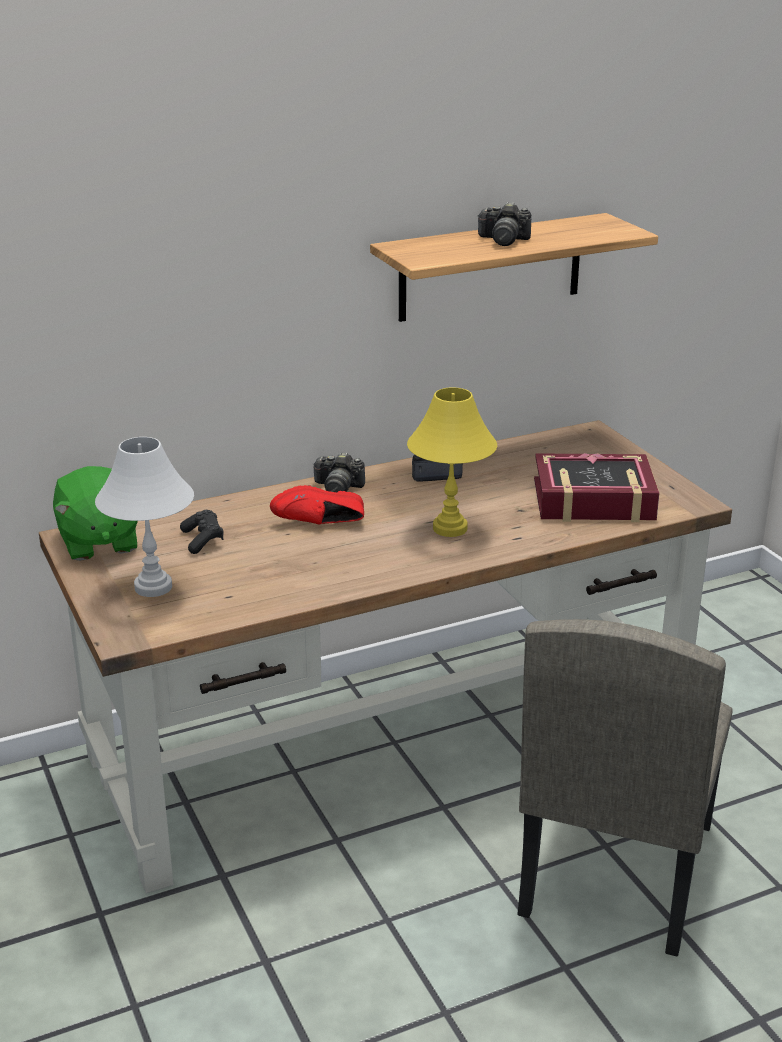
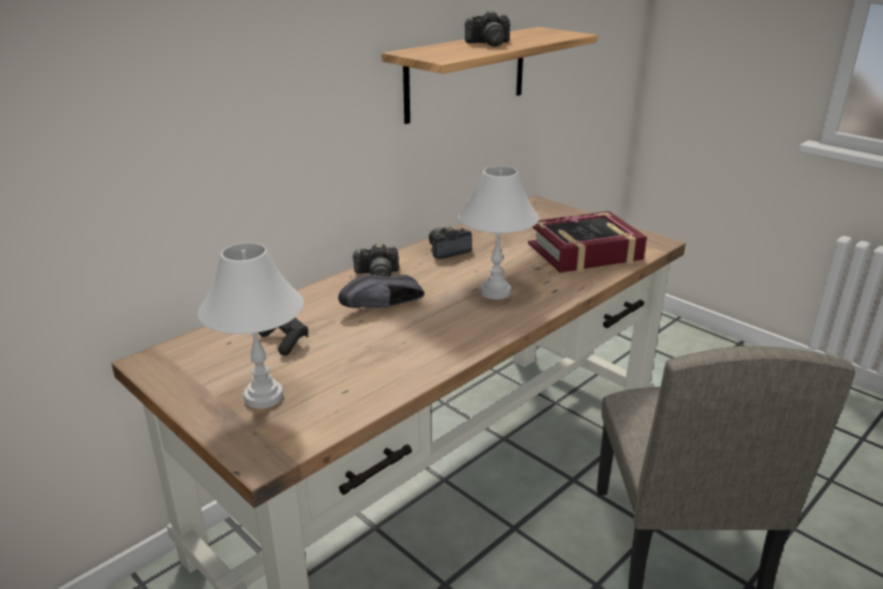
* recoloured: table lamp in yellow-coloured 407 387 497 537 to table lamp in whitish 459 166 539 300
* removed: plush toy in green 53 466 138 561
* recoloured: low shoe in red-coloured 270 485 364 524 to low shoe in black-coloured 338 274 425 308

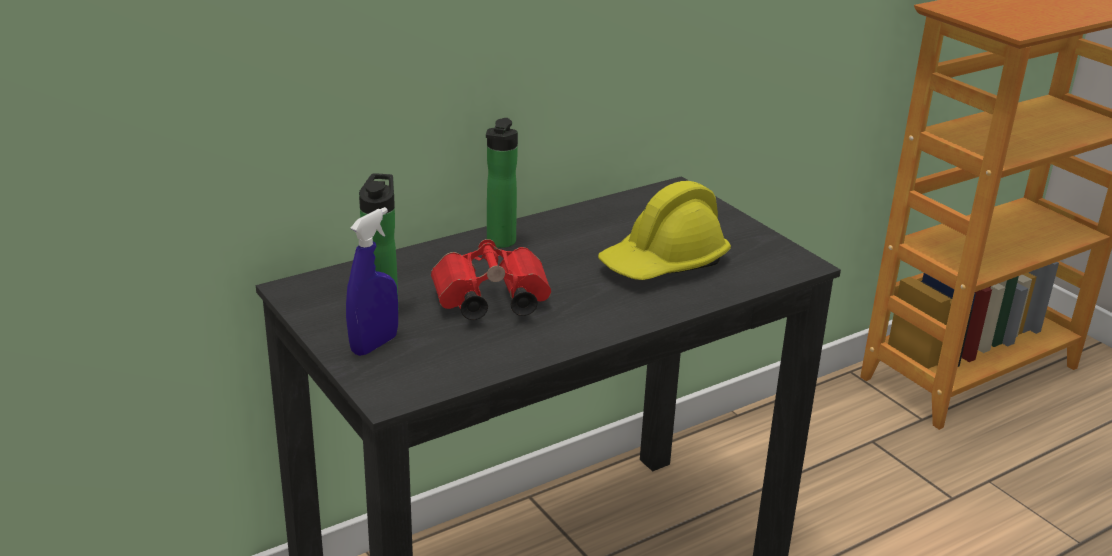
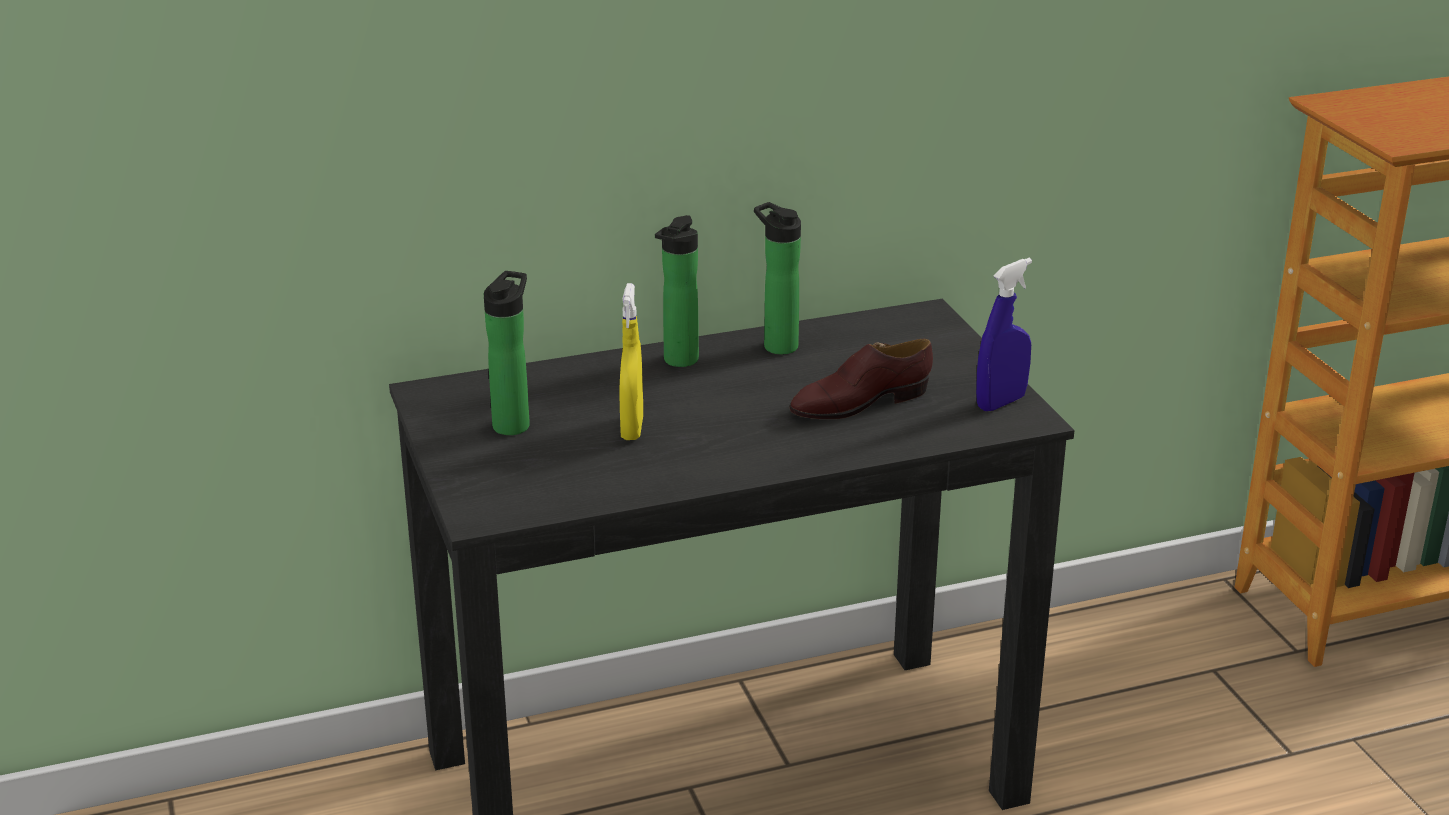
* replaced: work helmet in yellow-coloured 598 181 731 280 to low shoe in brownish 789 339 933 419
* moved: hand sprayer in blue 346 207 398 356 to 976 258 1032 411
* replaced: binoculars in red-coloured 431 239 551 320 to hand sprayer in yellow-coloured 620 283 643 440
* added: drink bottle 754 202 801 354

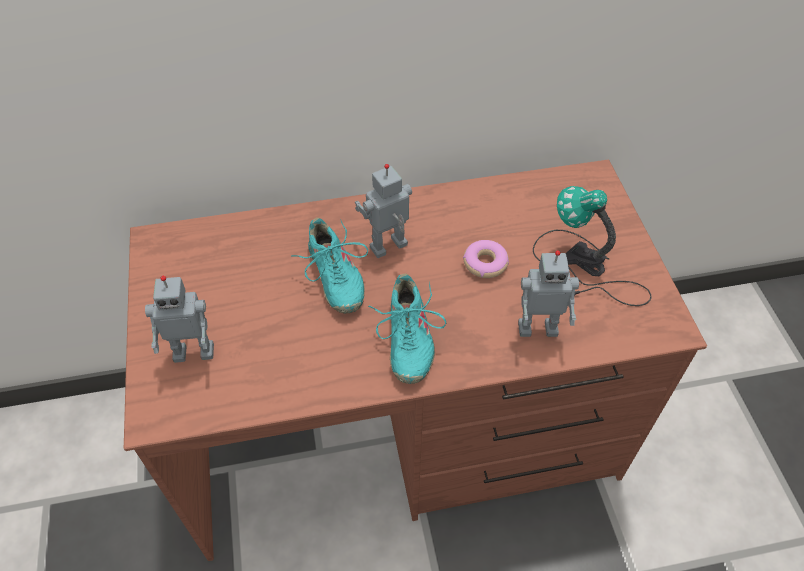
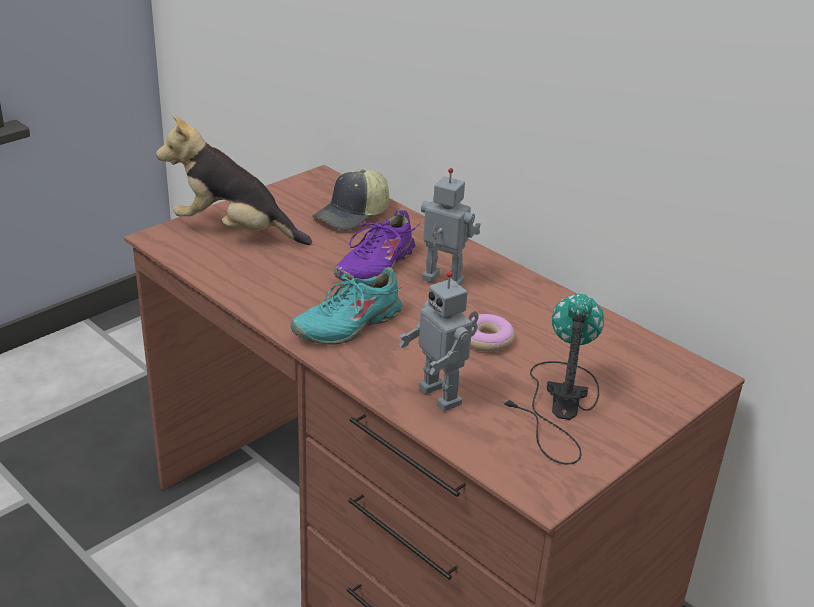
* recoloured: low shoe in turquoise 292 218 368 314 to low shoe in purple 334 208 420 281
* replaced: robot figure 145 276 214 363 to plush toy 156 114 312 245
* added: baseball cap 312 169 389 230

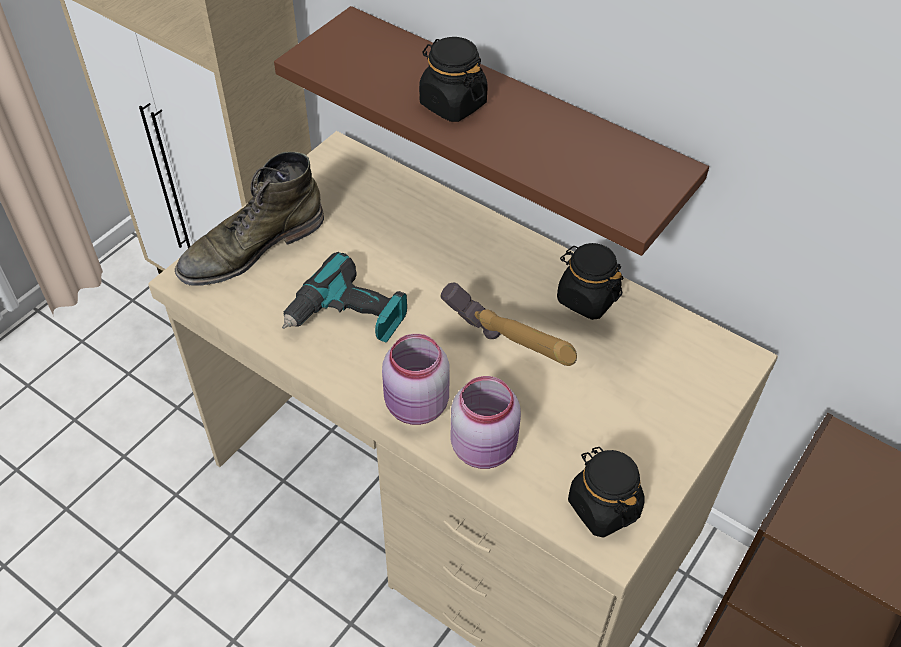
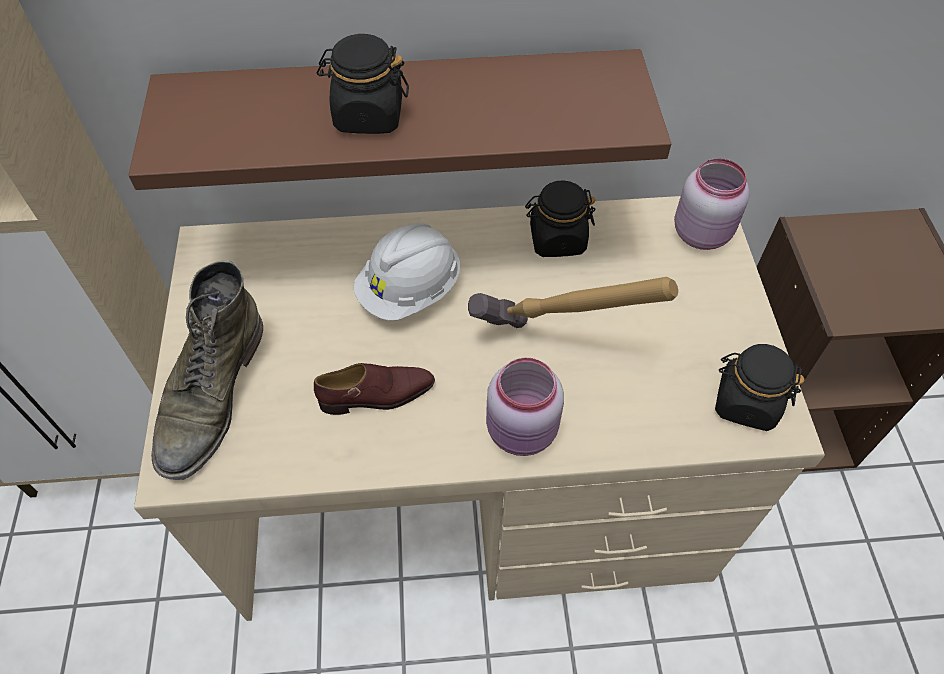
* replaced: electric drill 282 252 407 342 to low shoe in brownish 314 363 435 415
* moved: jar in pink-coloured 451 376 521 469 to 674 158 750 250
* added: work helmet in whitish 353 223 460 321

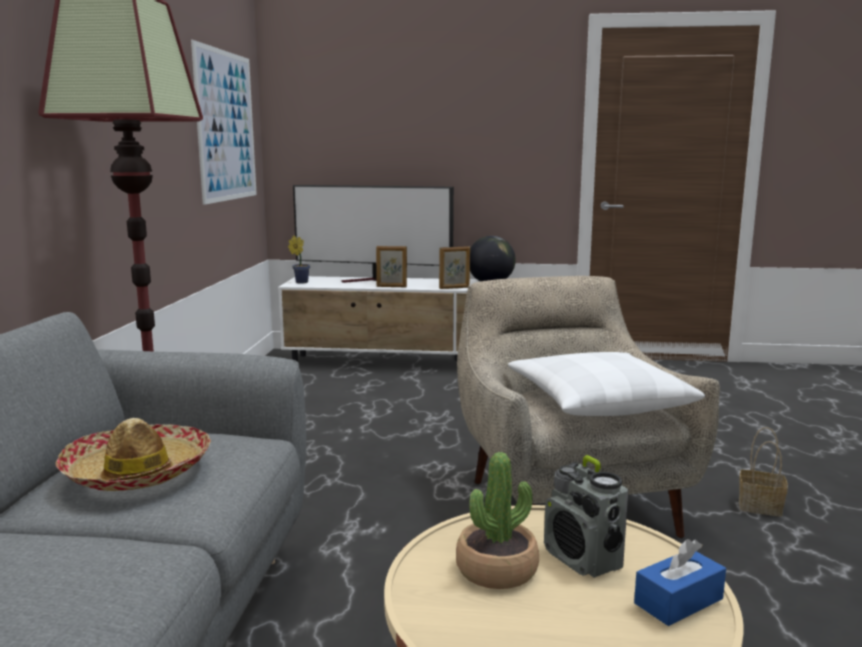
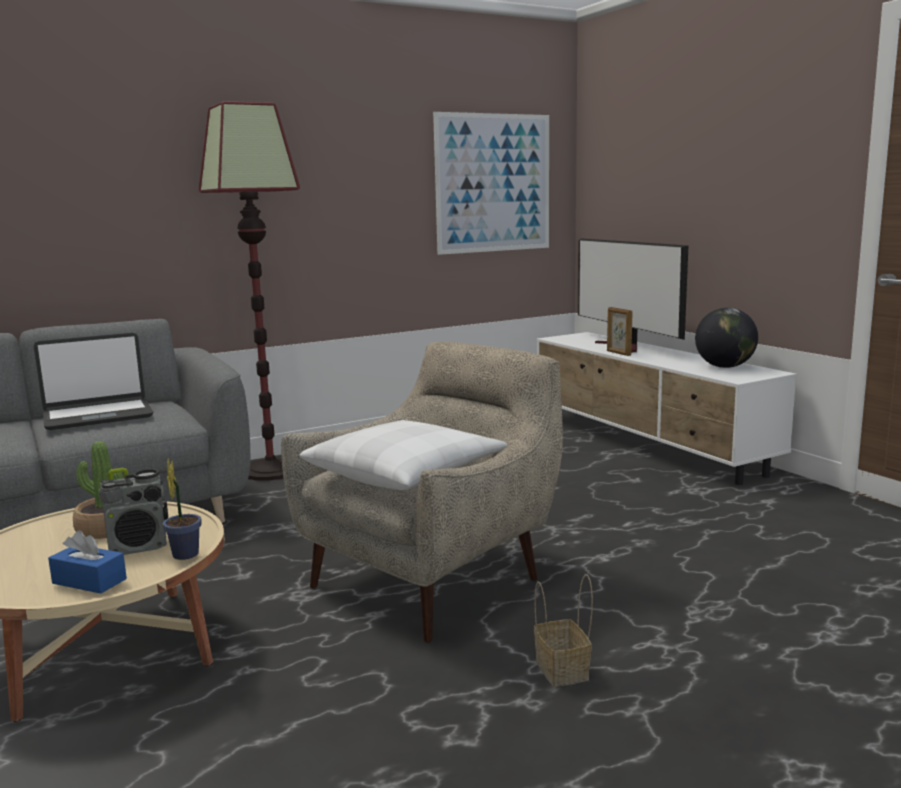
* moved: houseplant 288 235 310 284 to 163 458 202 560
* removed: standing frame 439 246 470 289
* replaced: clothing hat 55 418 211 491 to portable computer 34 333 153 430
* turned: radio receiver 544 455 628 578 = 98 468 168 555 135 degrees counterclockwise

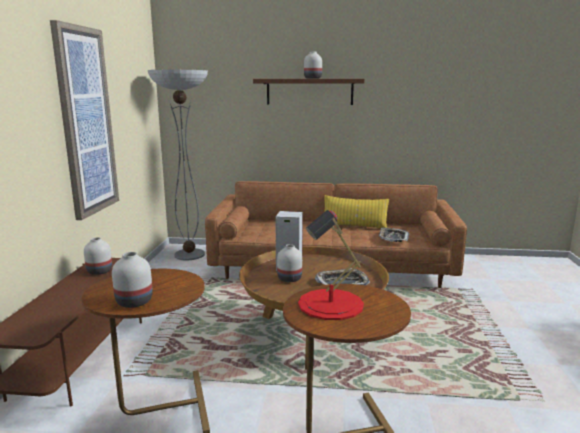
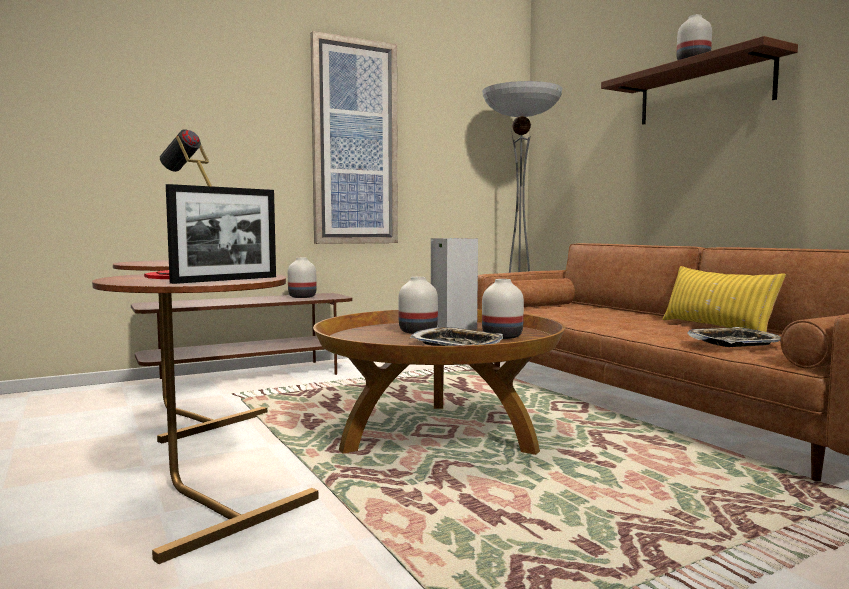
* moved: vase in whitish 112 252 153 308 to 482 279 524 339
* added: standing frame 166 184 276 284

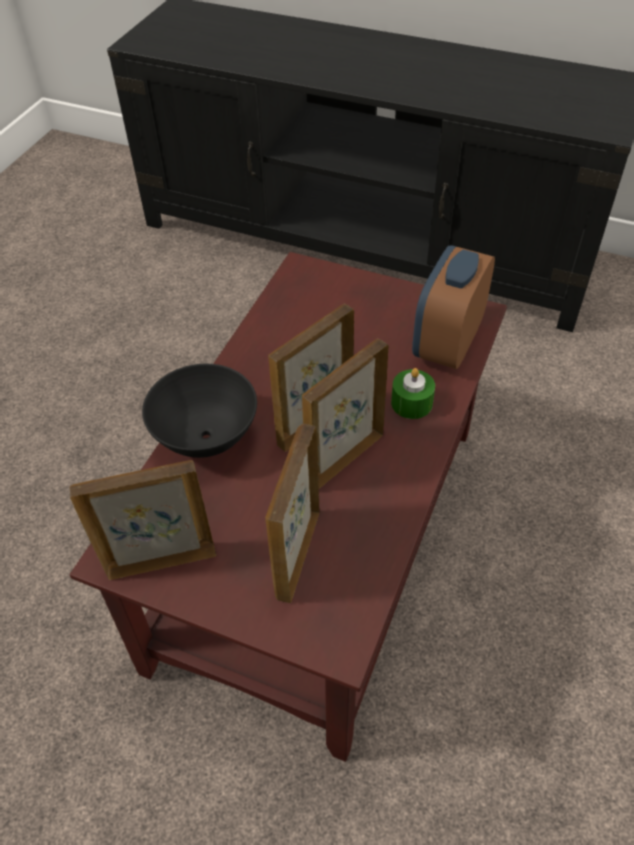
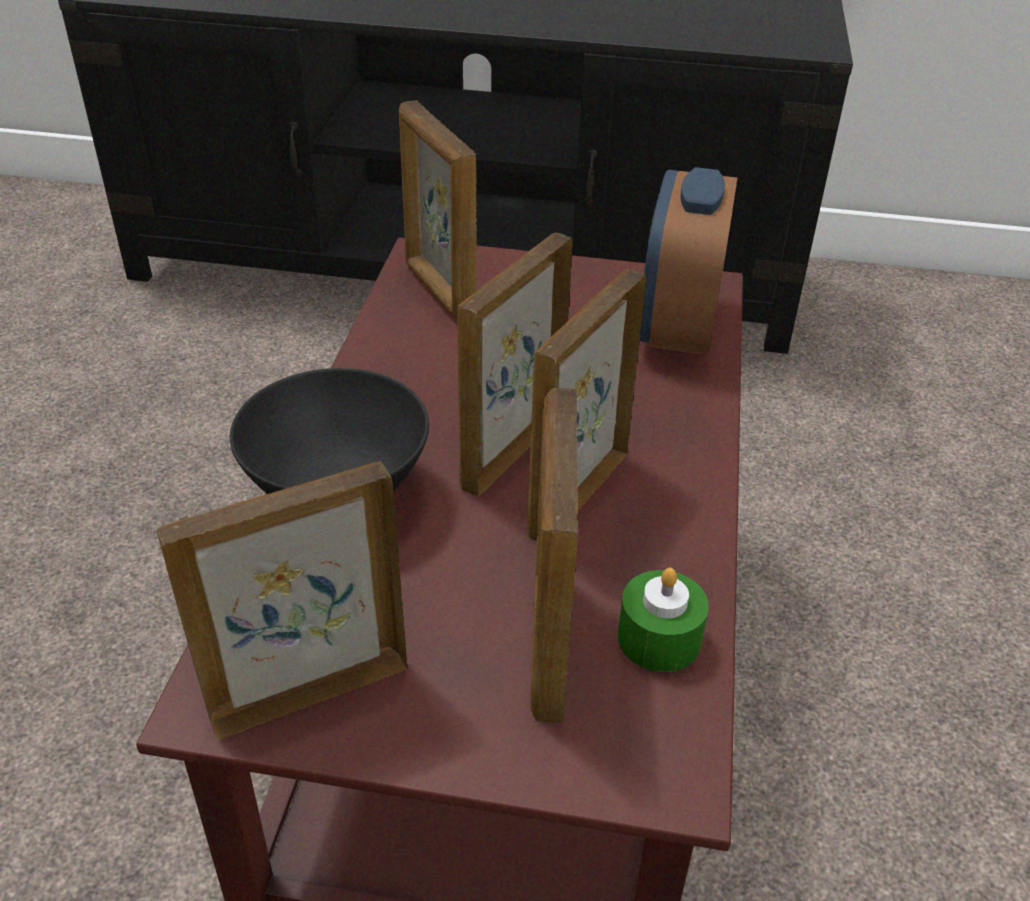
* moved: candle in green 391 368 435 419 to 618 568 709 672
* added: standing frame 399 101 477 322

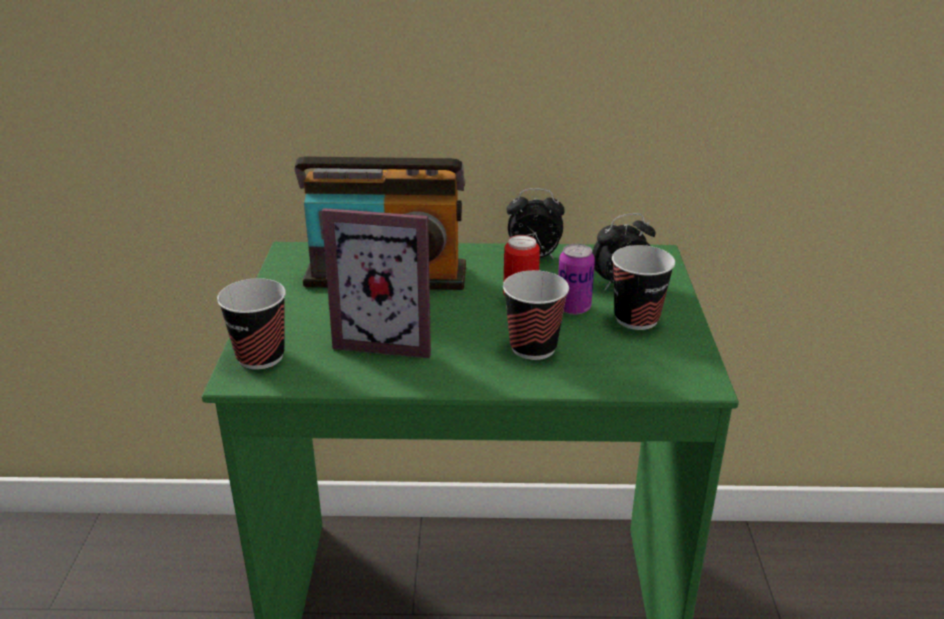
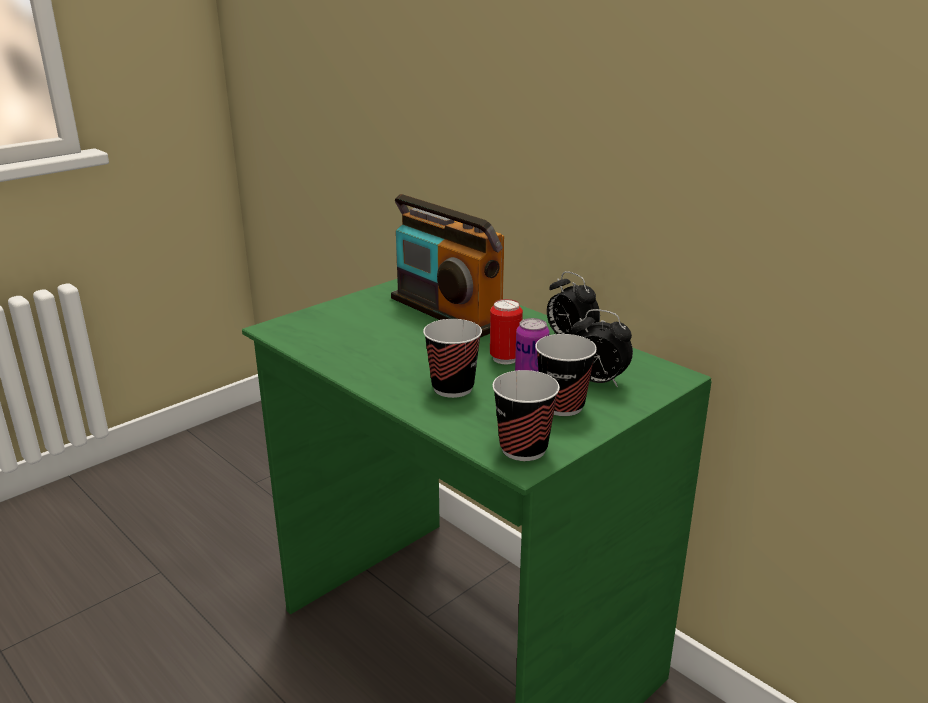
* removed: standing frame 321 208 431 358
* moved: drinking cup 217 278 286 370 to 492 370 560 461

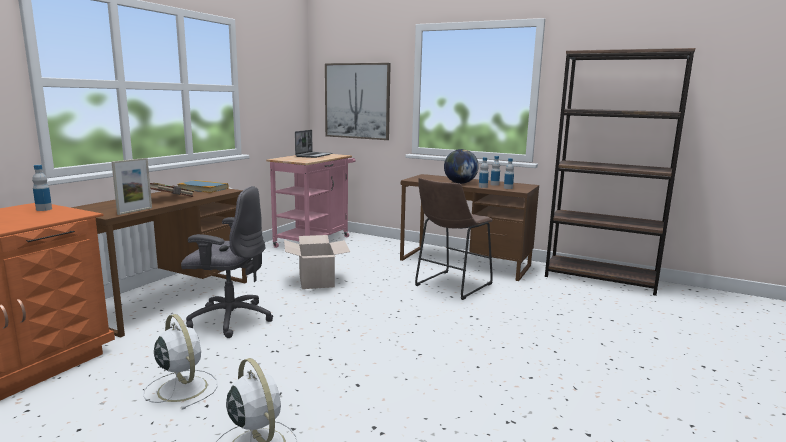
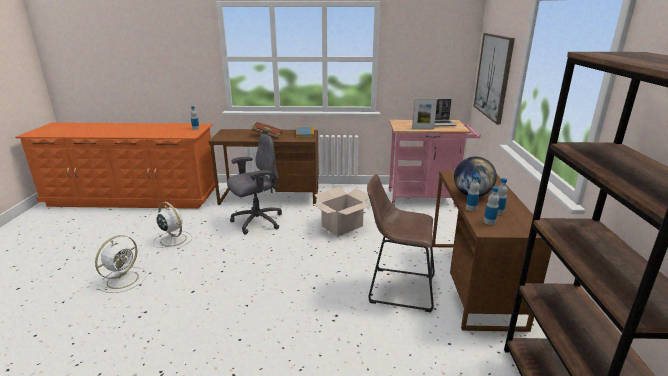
* moved: standing frame 111 158 152 215 to 412 98 437 129
* turned: office chair in greyish 181 186 273 338 = 227 134 282 234 105 degrees counterclockwise
* turned: fan in whitish 143 314 218 409 = 153 202 192 249 75 degrees counterclockwise

